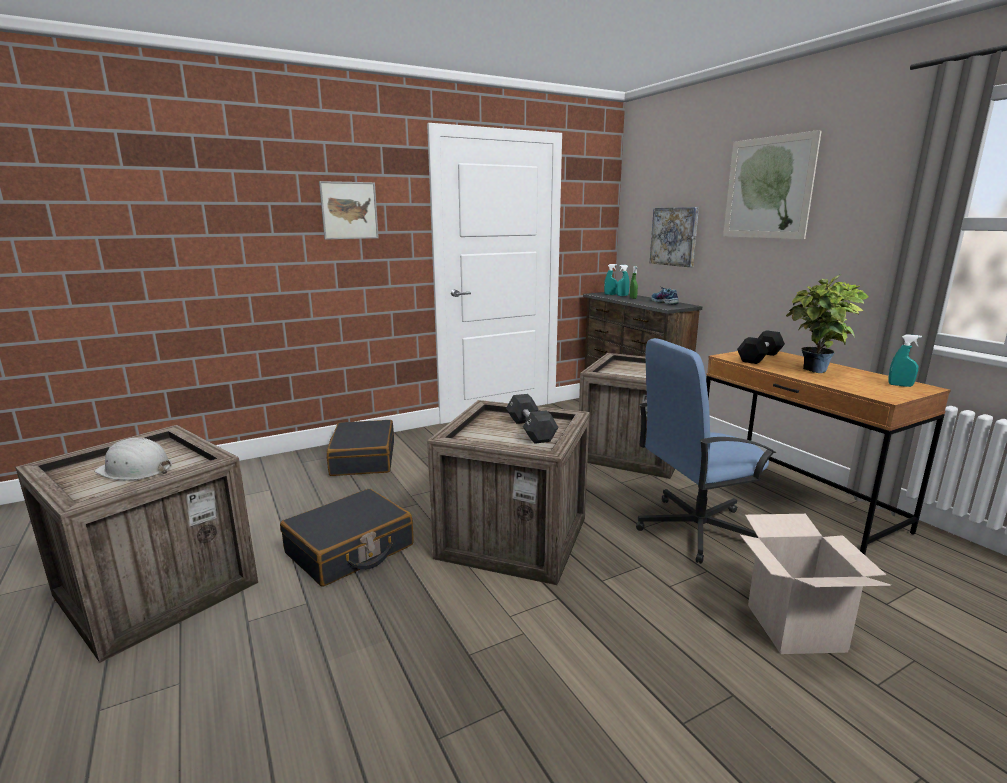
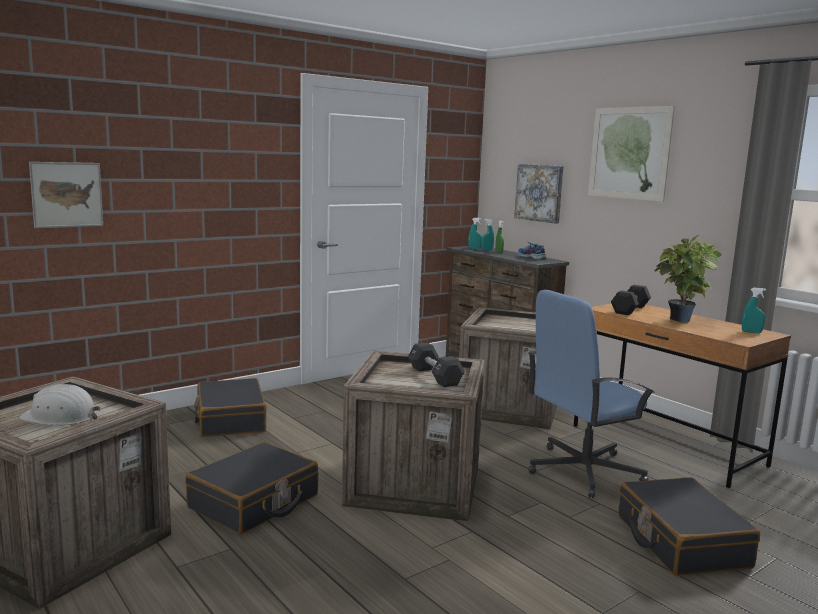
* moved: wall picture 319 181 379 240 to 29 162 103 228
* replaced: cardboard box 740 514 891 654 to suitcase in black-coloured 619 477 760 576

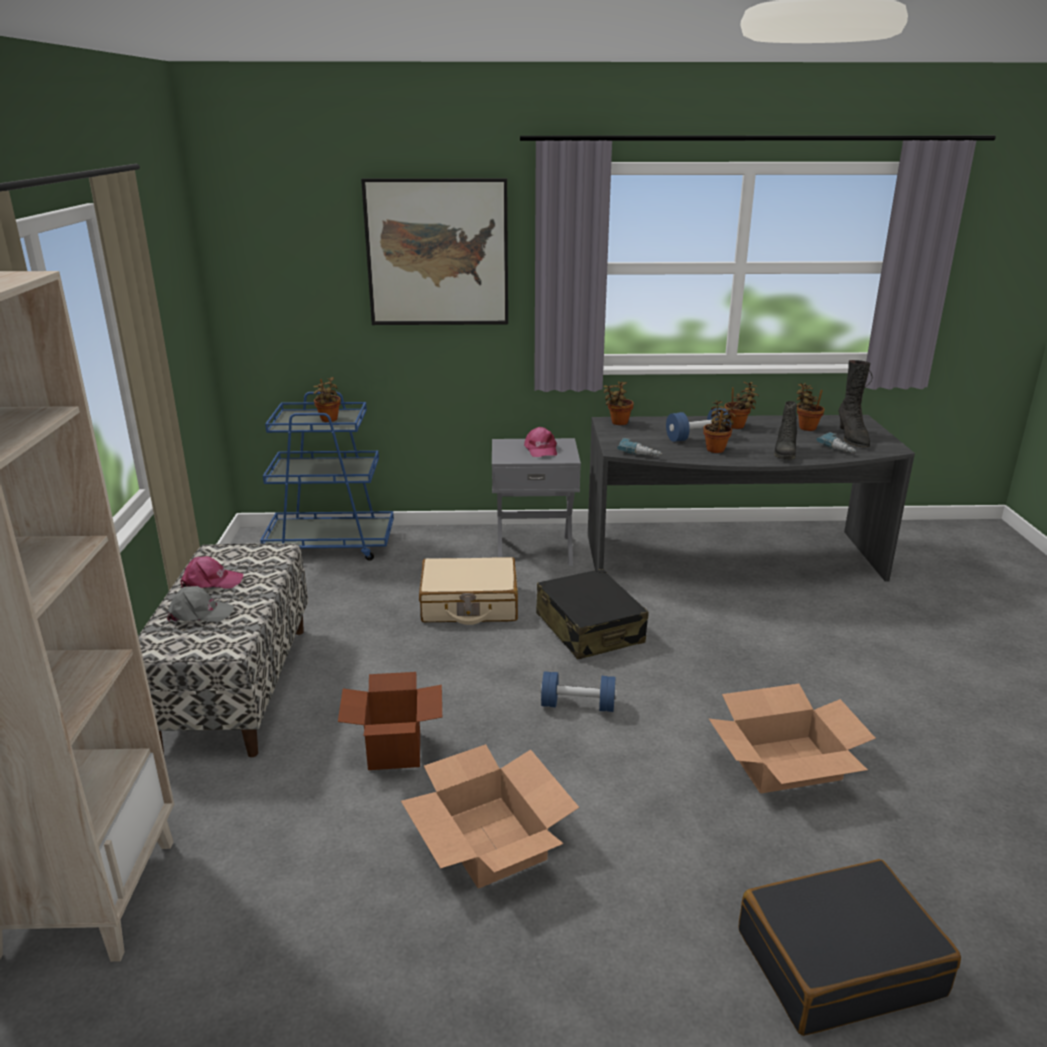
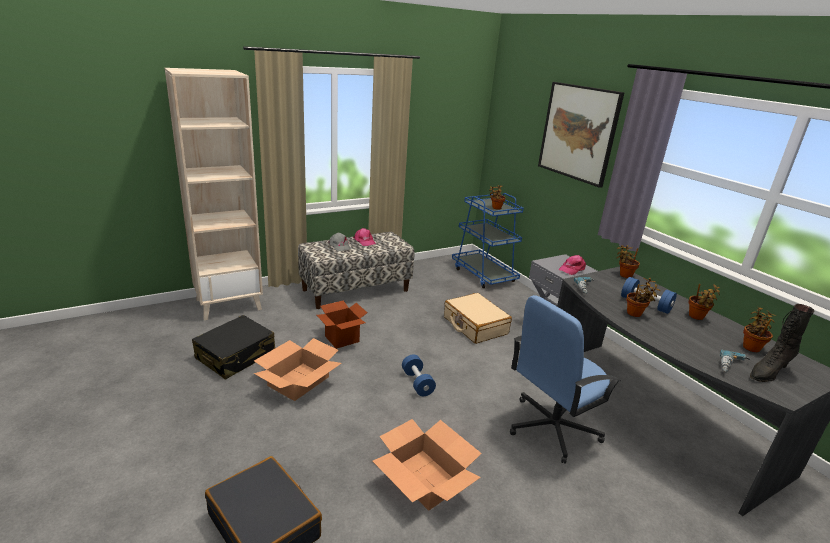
* removed: boot in black-coloured 774 401 797 460
* moved: suitcase in black-coloured 536 569 649 659 to 192 315 275 380
* added: office chair in blue 510 295 621 464

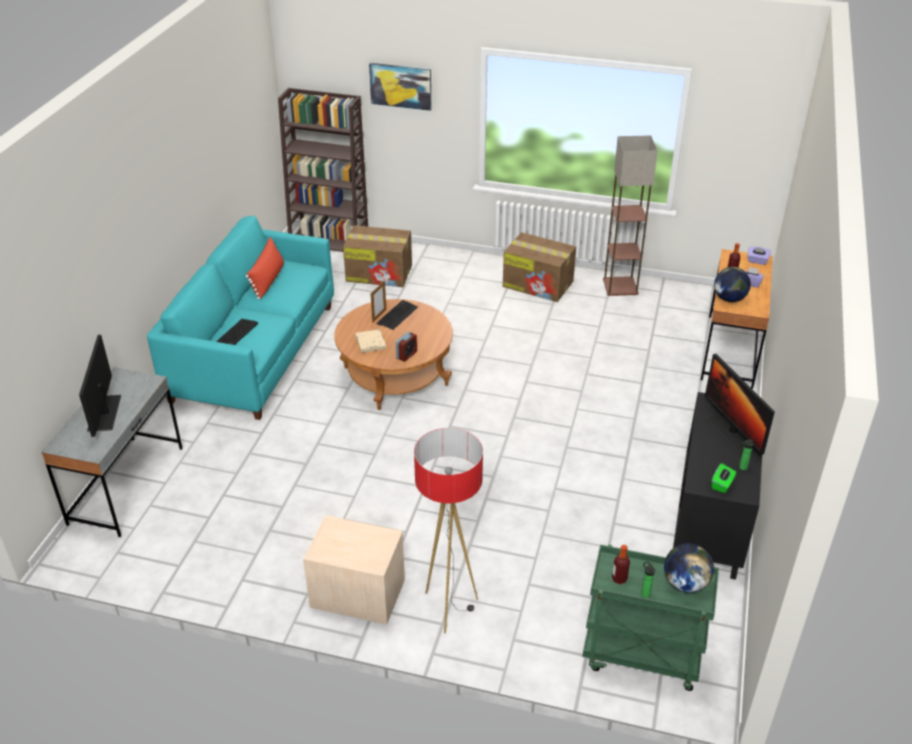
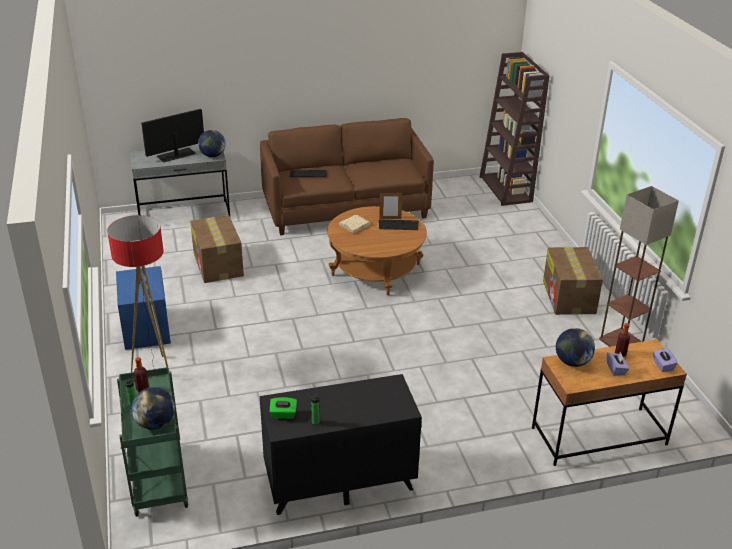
* removed: wall picture 369 63 432 111
* recoloured: settee in turquoise 147 216 334 420 to settee in brownish 260 118 434 235
* moved: cardboard box 343 225 412 287 to 190 215 244 283
* removed: throw pillow in red-coloured 246 237 284 300
* removed: table clock 396 332 417 362
* removed: monitor 705 354 775 455
* recoloured: bedside table in sand-coloured 303 515 405 625 to bedside table in blue 116 266 171 350
* added: globe 198 130 226 157

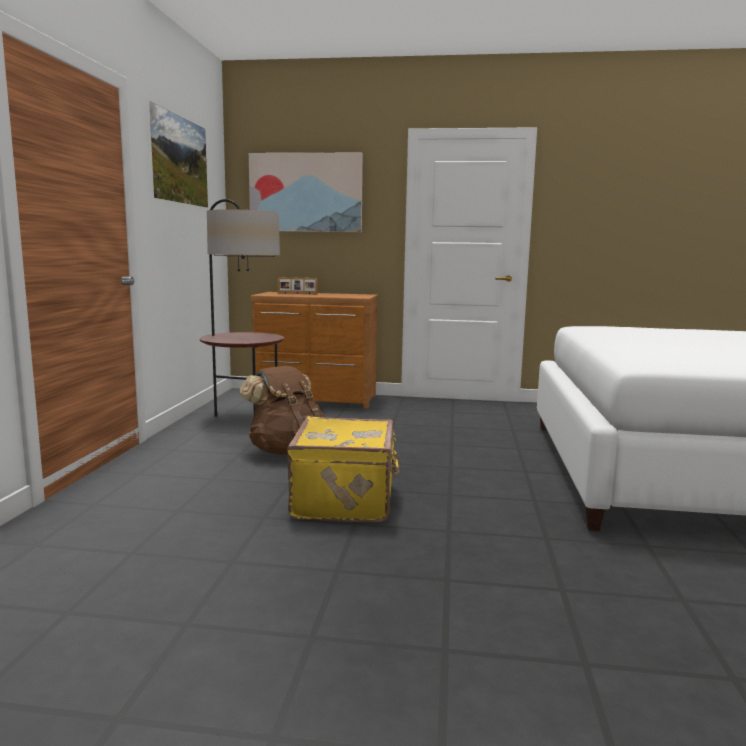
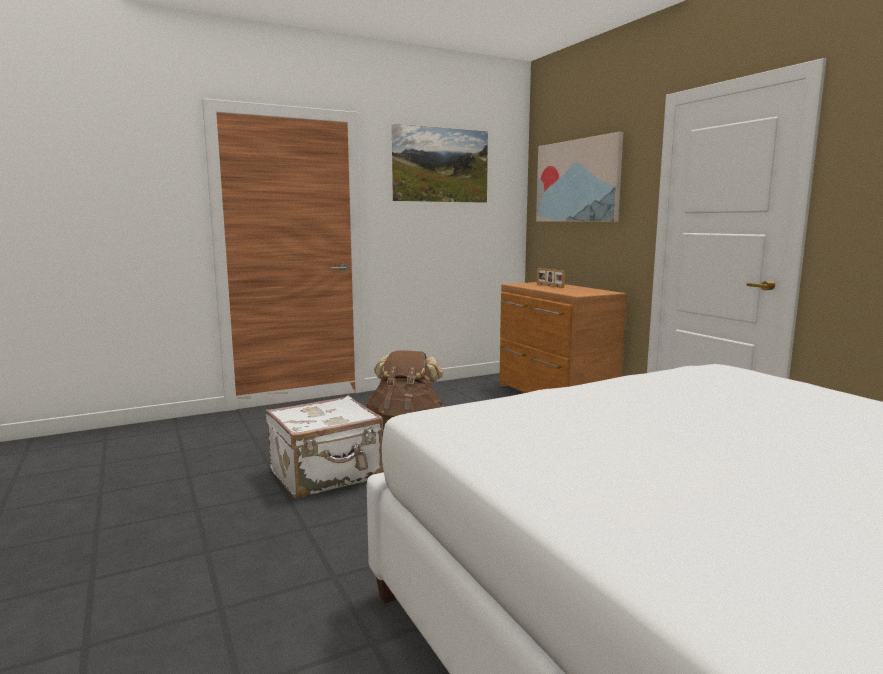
* removed: standard lamp 200 199 284 417
* recoloured: suitcase in yellow-coloured 287 416 401 523 to suitcase in whitish 265 396 383 499

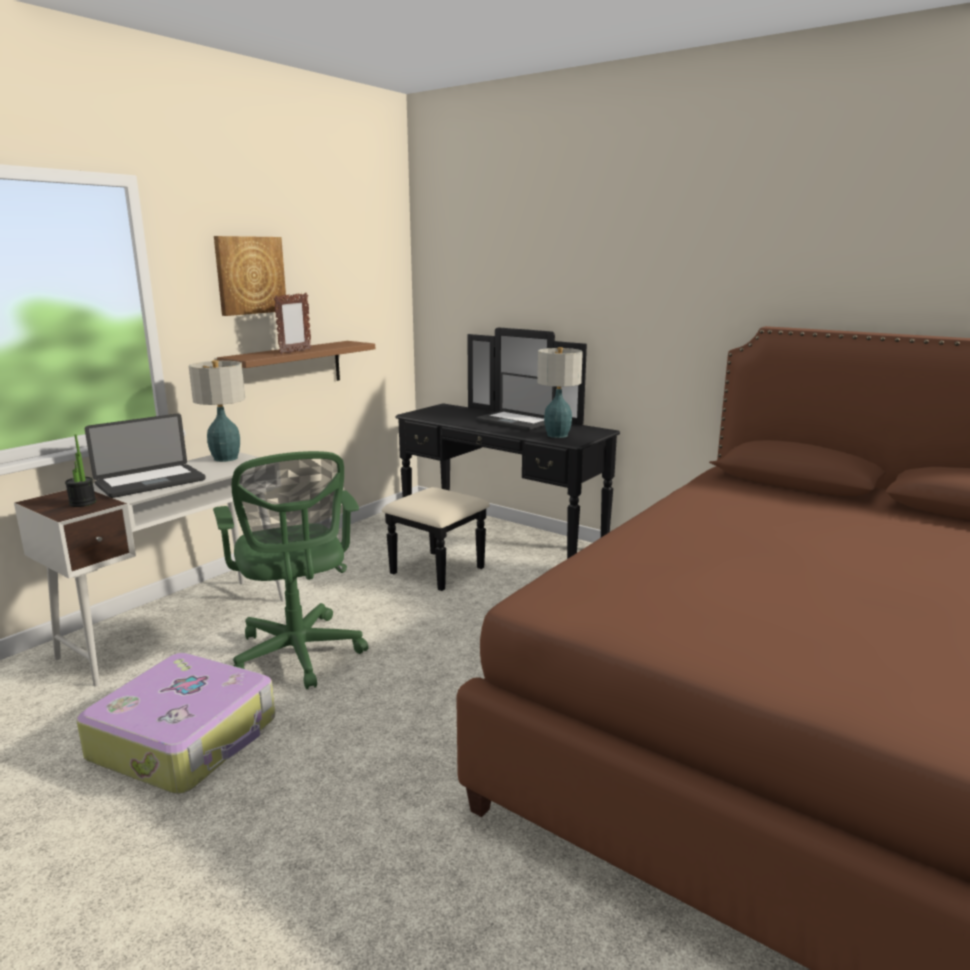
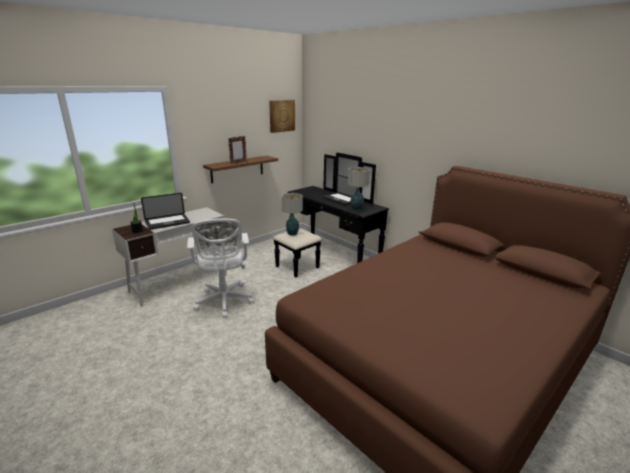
* moved: wall picture 214 236 286 316 to 269 100 295 133
* moved: table lamp 189 360 245 462 to 282 193 303 235
* recoloured: office chair in green 213 451 369 689 to office chair in whitish 187 219 254 318
* removed: suitcase 76 653 275 794

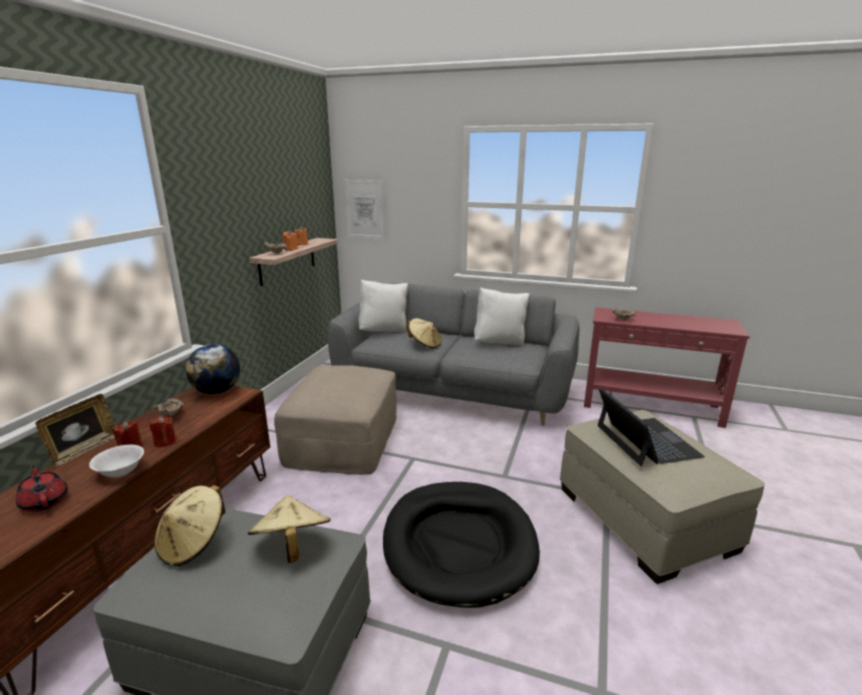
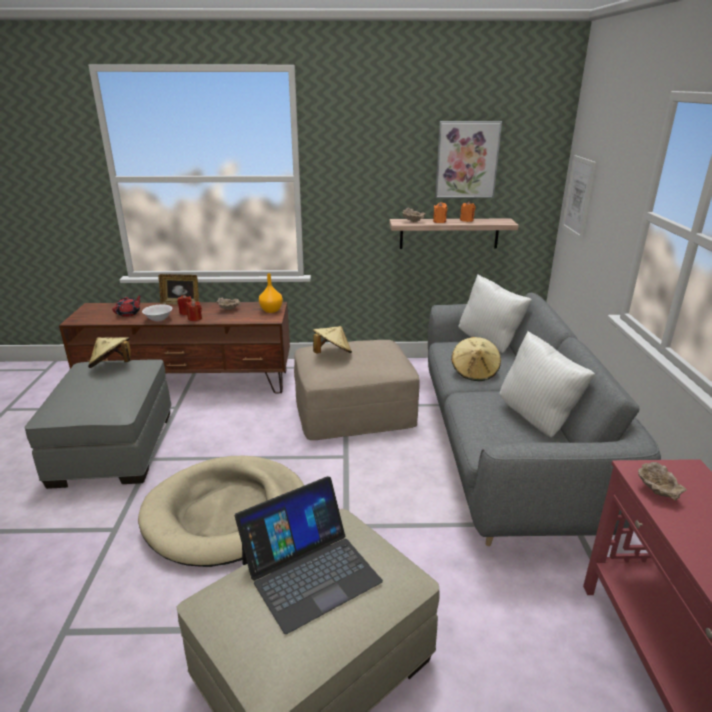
* replaced: globe 186 344 240 394 to vase in orange 259 273 283 313
* recoloured: pet bed in black-coloured 383 482 540 608 to pet bed in sand-coloured 138 456 304 567
* moved: clothing hat in sand-coloured 248 495 331 563 to 313 326 352 354
* added: wall picture 435 121 502 198

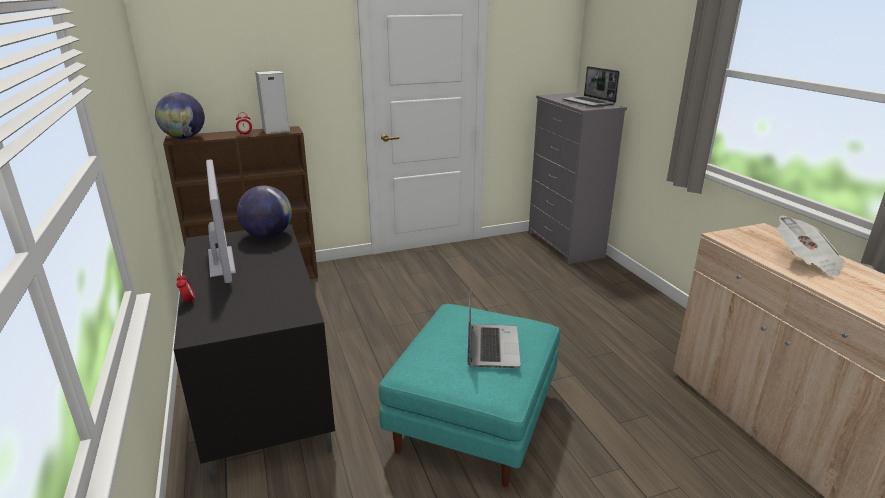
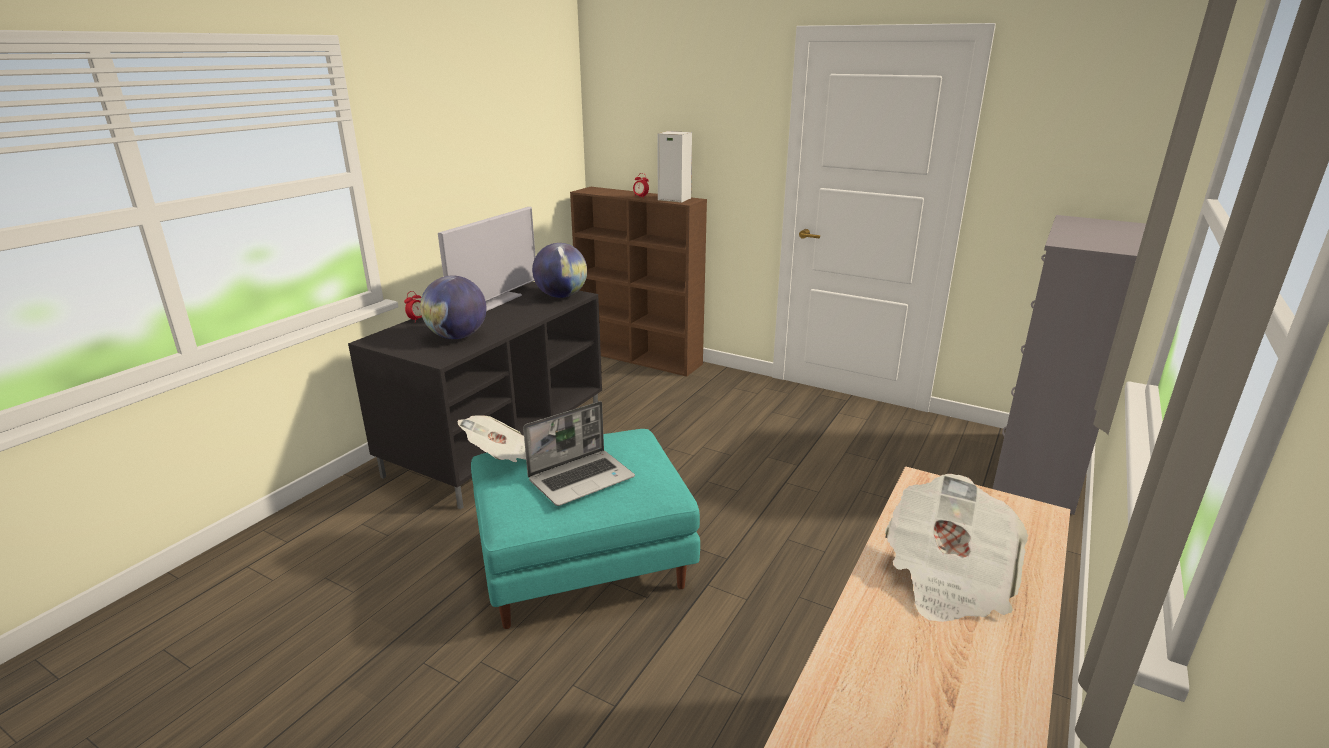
* removed: portable computer 562 66 620 107
* moved: globe 155 92 205 139 to 420 276 486 339
* added: newspaper 458 415 526 462

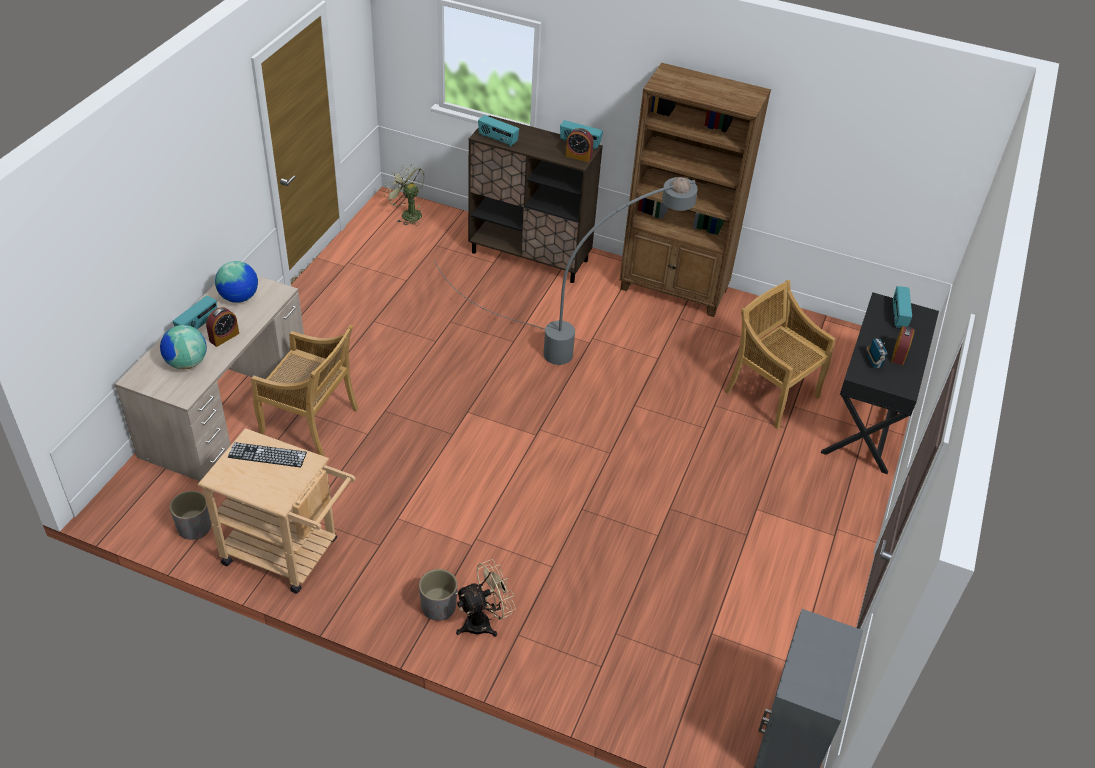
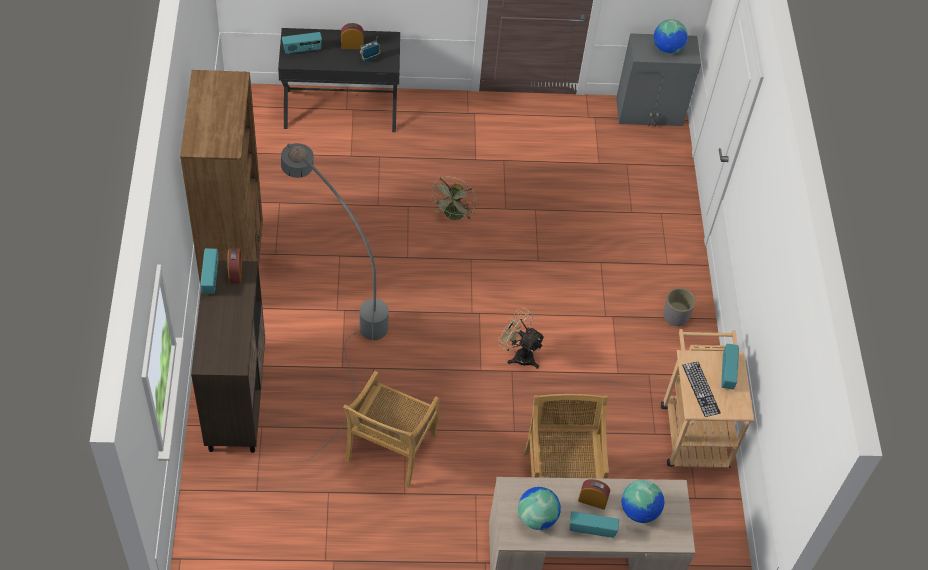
* moved: radio receiver 478 115 519 147 to 721 344 739 389
* moved: fan in green 384 163 424 225 to 431 176 476 220
* moved: chair in sand-coloured 725 280 836 429 to 343 371 439 488
* removed: planter in greyish 170 491 211 540
* moved: fan in sand-coloured 456 559 516 637 to 498 308 545 369
* added: globe 654 19 688 54

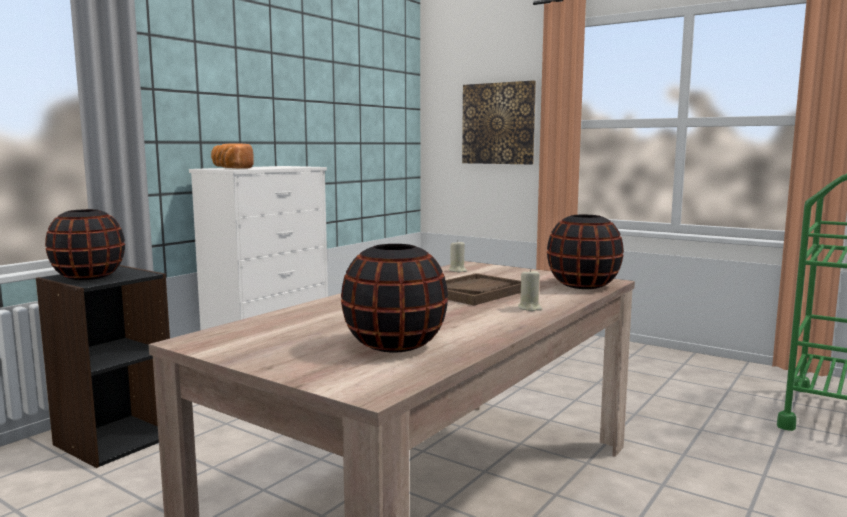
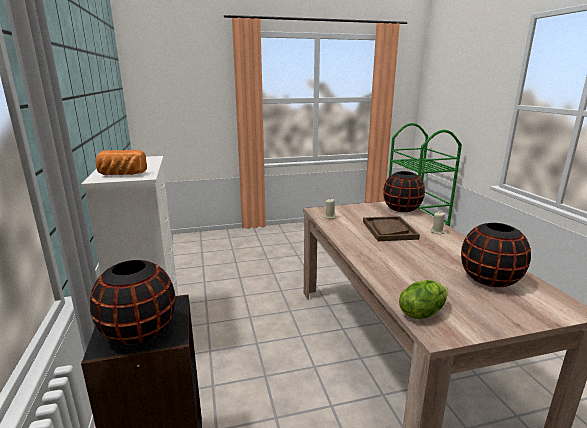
* removed: wall picture 462 80 536 164
* added: lettuce 399 280 448 319

